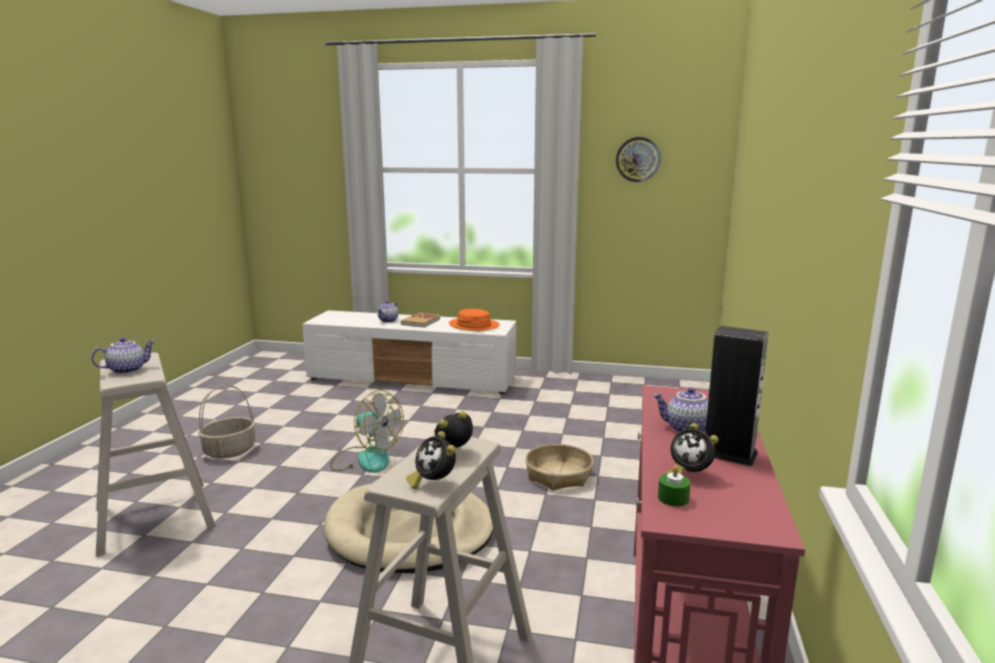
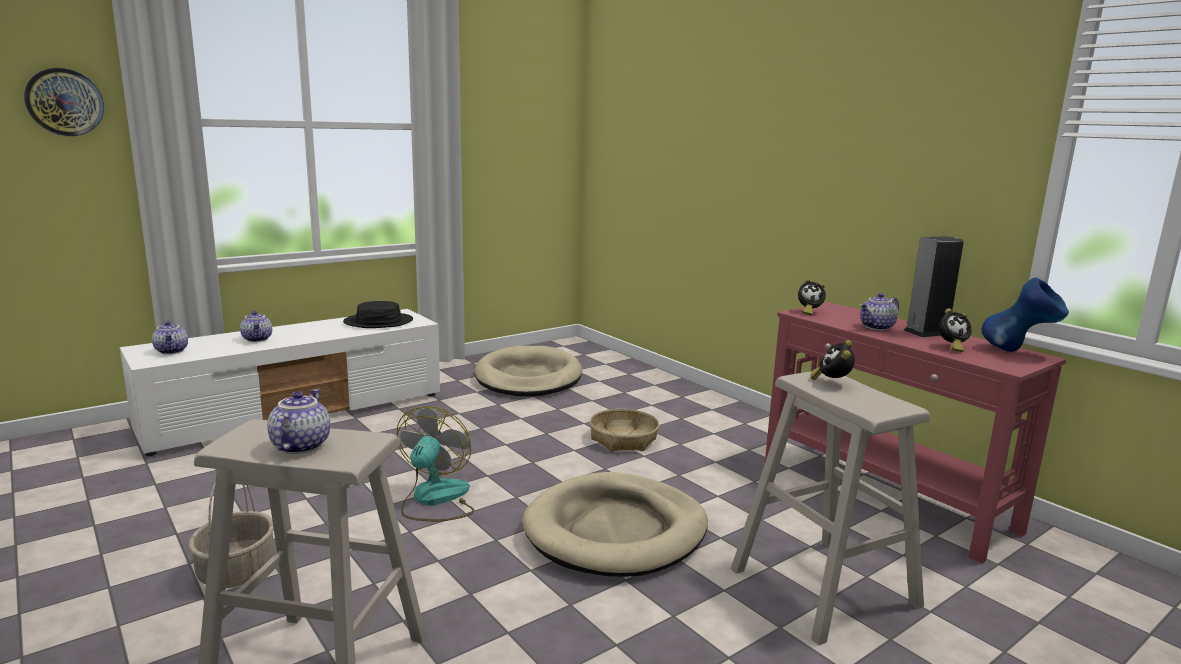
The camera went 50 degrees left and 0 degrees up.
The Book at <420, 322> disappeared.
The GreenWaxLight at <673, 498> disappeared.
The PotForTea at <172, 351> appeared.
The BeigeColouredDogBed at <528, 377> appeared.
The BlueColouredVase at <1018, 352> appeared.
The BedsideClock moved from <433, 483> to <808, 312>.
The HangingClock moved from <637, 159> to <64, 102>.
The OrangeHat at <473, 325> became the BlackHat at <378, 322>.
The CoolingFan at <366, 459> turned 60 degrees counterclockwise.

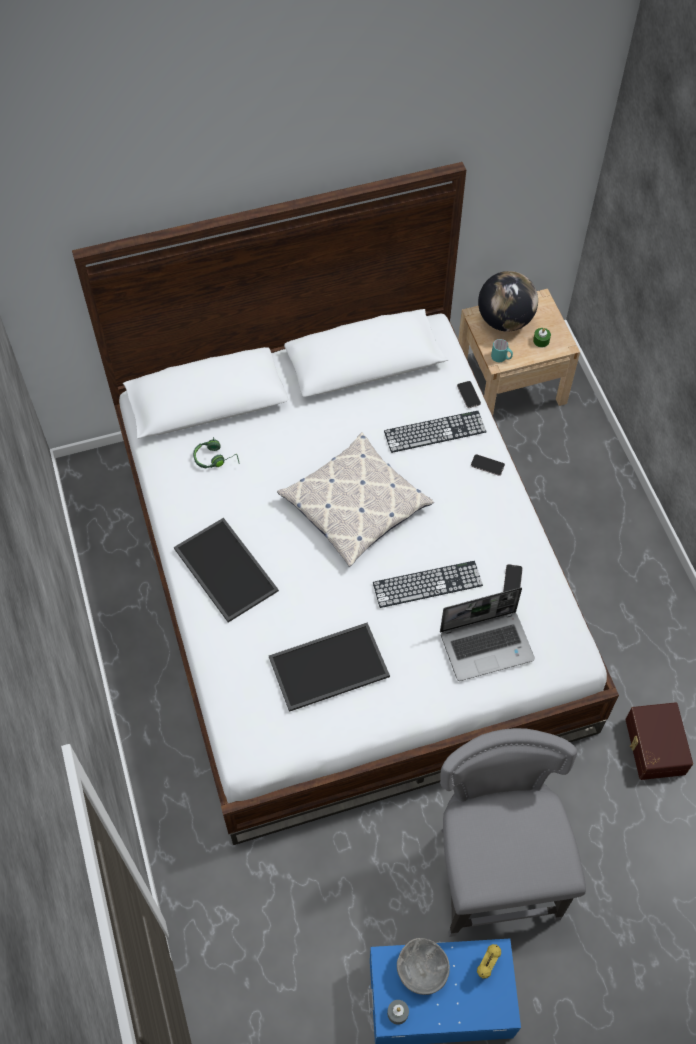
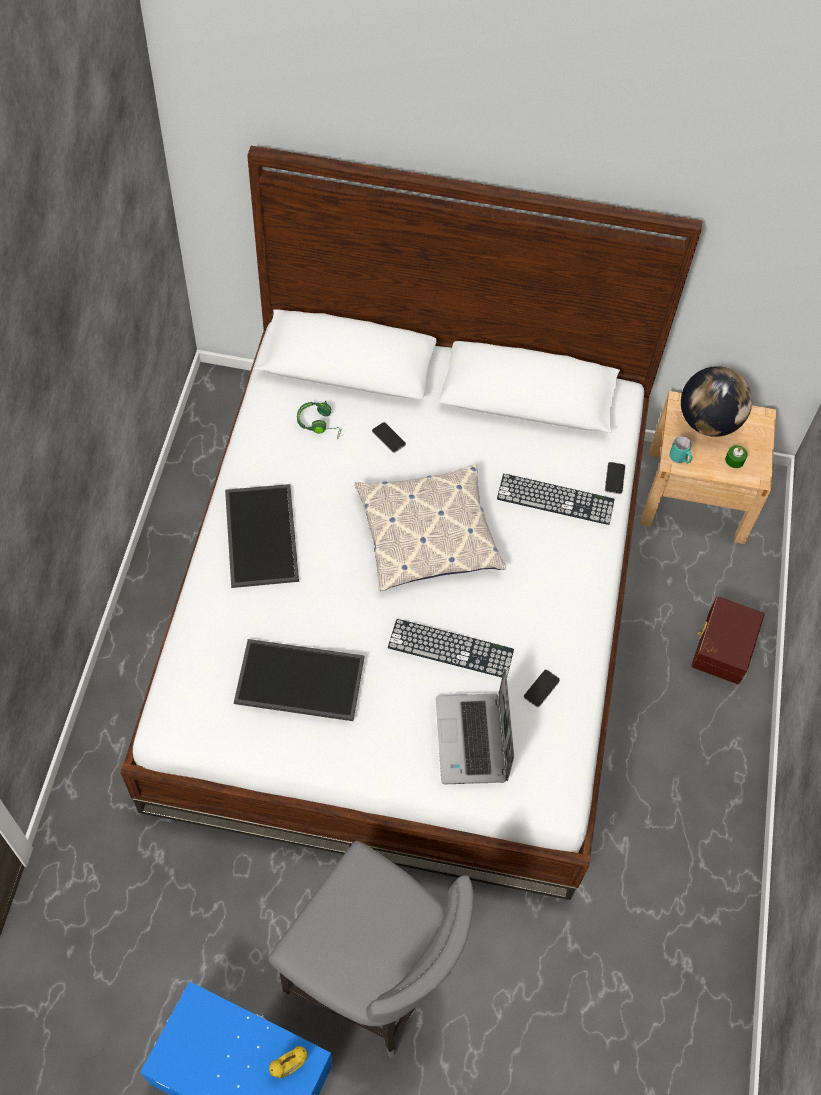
The camera went 25 degrees right and 0 degrees up.
The GrayWaxLight at <397, 1013> disappeared.
The GrayServingBowl at <421, 970> disappeared.
The Telephone moved from <487, 465> to <388, 438>.
The BrownishStorageBin moved from <653, 746> to <722, 646>.
The PortableComputer at <487, 645> turned 75 degrees clockwise.
The GrayPlainChair at <494, 872> turned 105 degrees clockwise.

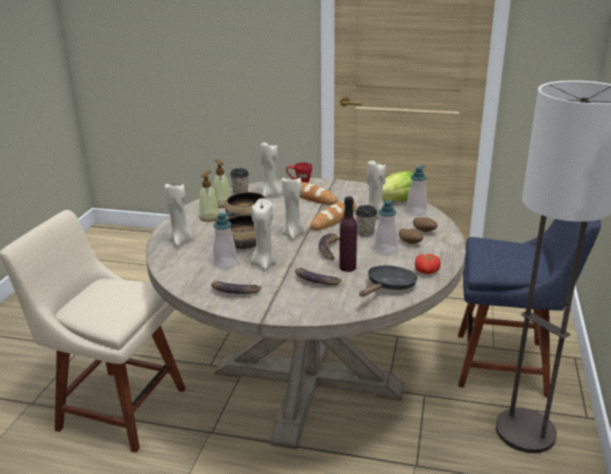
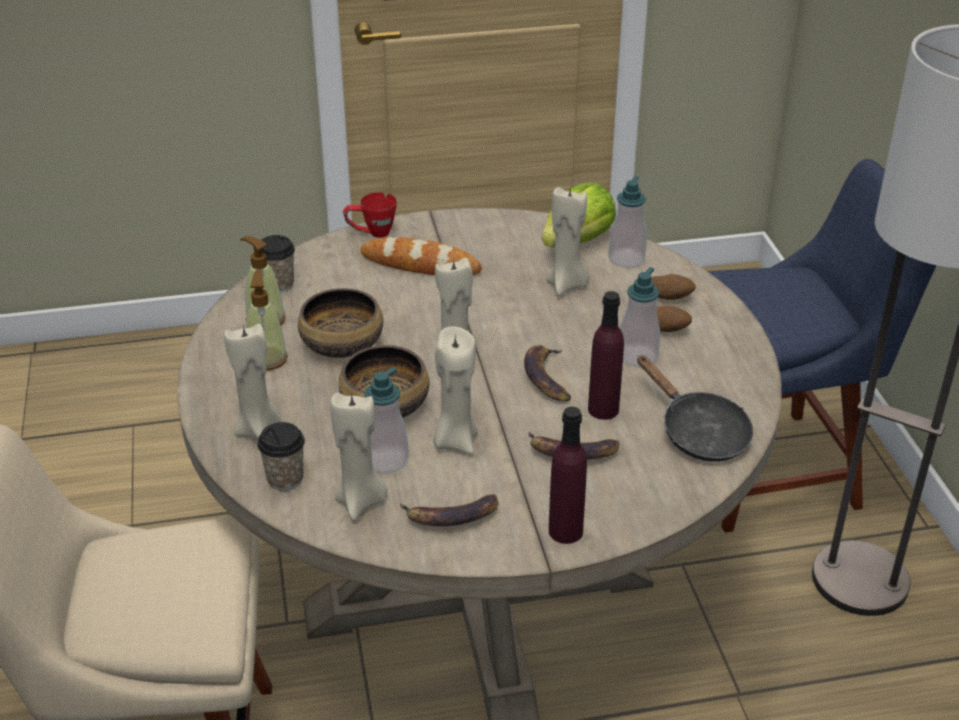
The camera went 25 degrees left and 10 degrees up.
The BakeryBread at <333, 219> disappeared.
The WholeTomato at <427, 271> disappeared.
The PurplishBeverageBottle at <565, 531> appeared.
The BeigeColouredWaxLight moved from <271, 194> to <361, 501>.
The Cup moved from <365, 233> to <285, 479>.
The BlackFryingPan at <389, 287> turned 135 degrees clockwise.

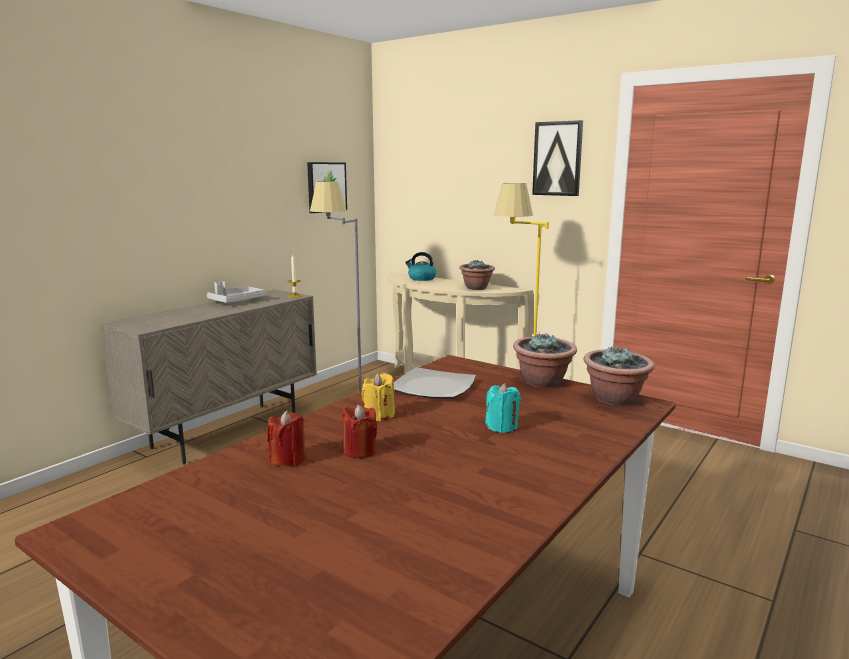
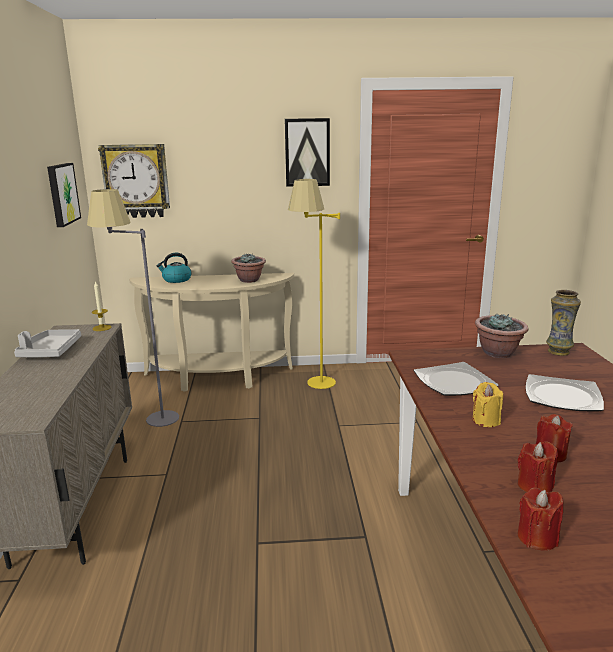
The camera went 40 degrees left and 5 degrees up.
The HangingClock at <136, 181> appeared.
The ReddishWaxLight at <537, 538> appeared.
The TurquoiseColouredWaxLight at <502, 426> was replaced by the Plate at <563, 396>.
The PlantInAPot at <615, 399> was replaced by the Vase at <558, 351>.

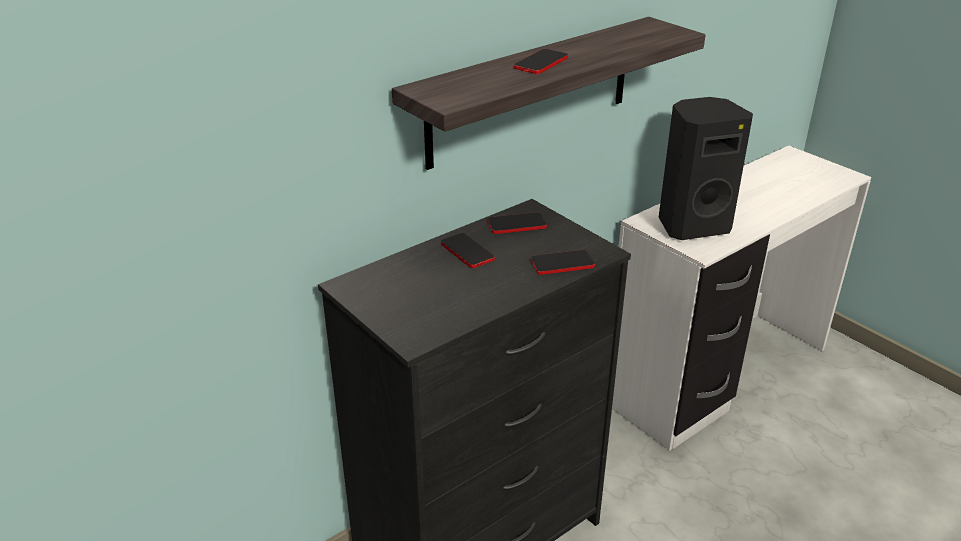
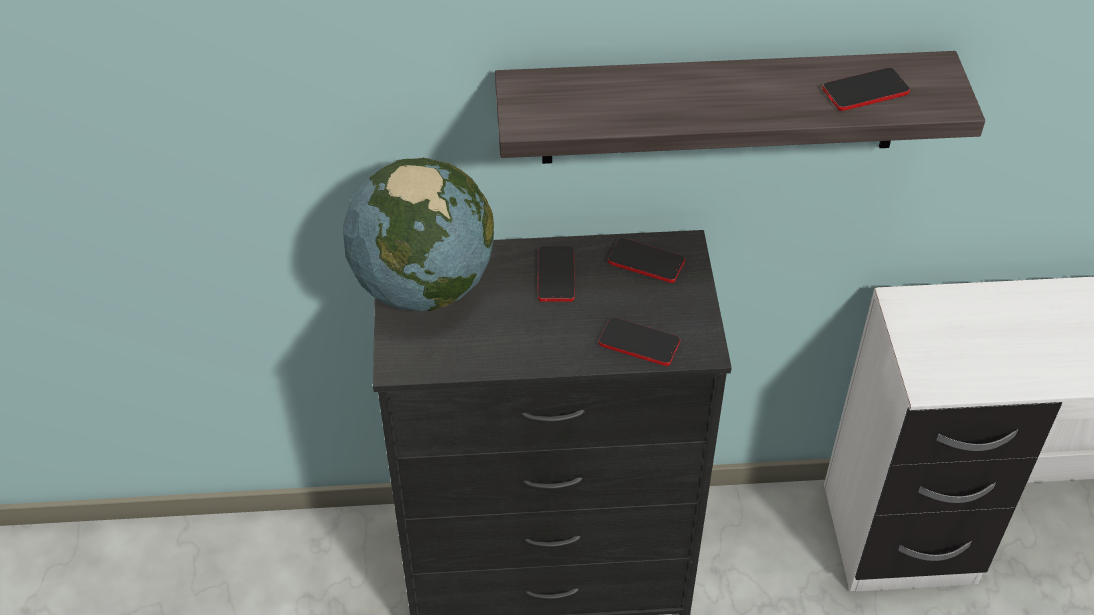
The camera went 35 degrees right and 15 degrees up.
The BlackLoudspeaker at <692, 225> disappeared.
The Globe at <423, 286> appeared.
The Telephone moved from <541, 63> to <865, 91>.

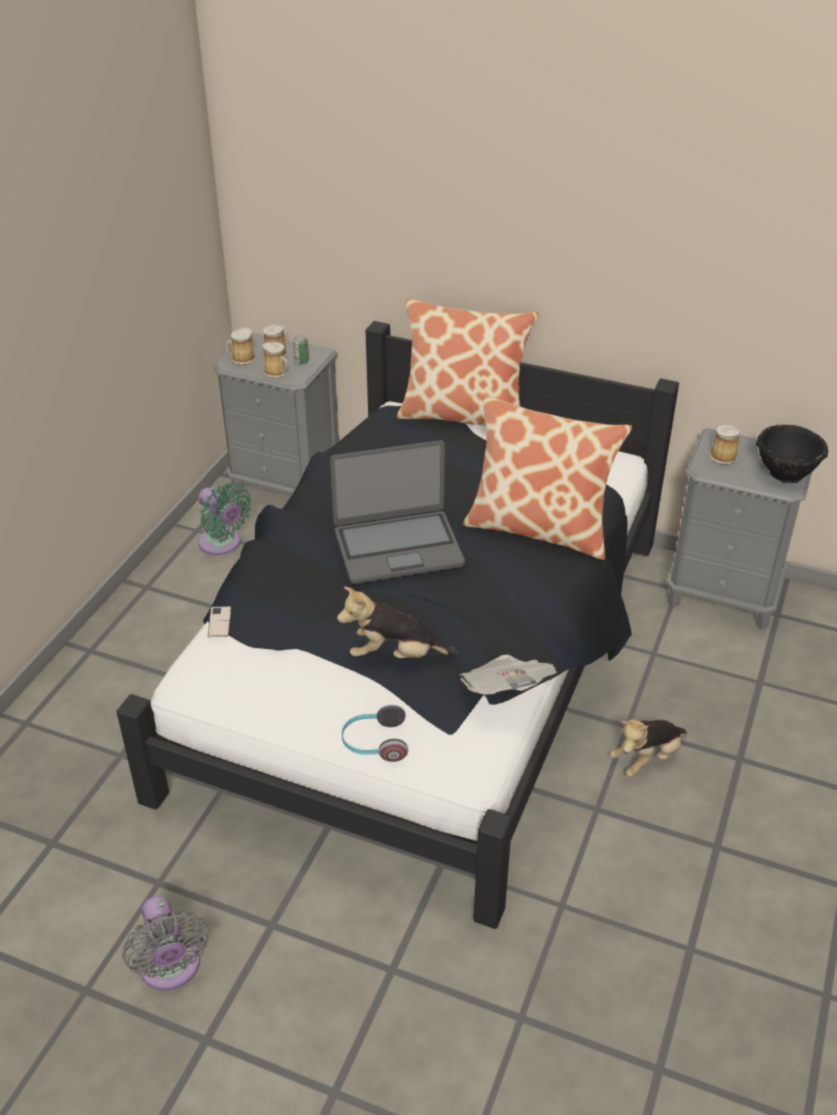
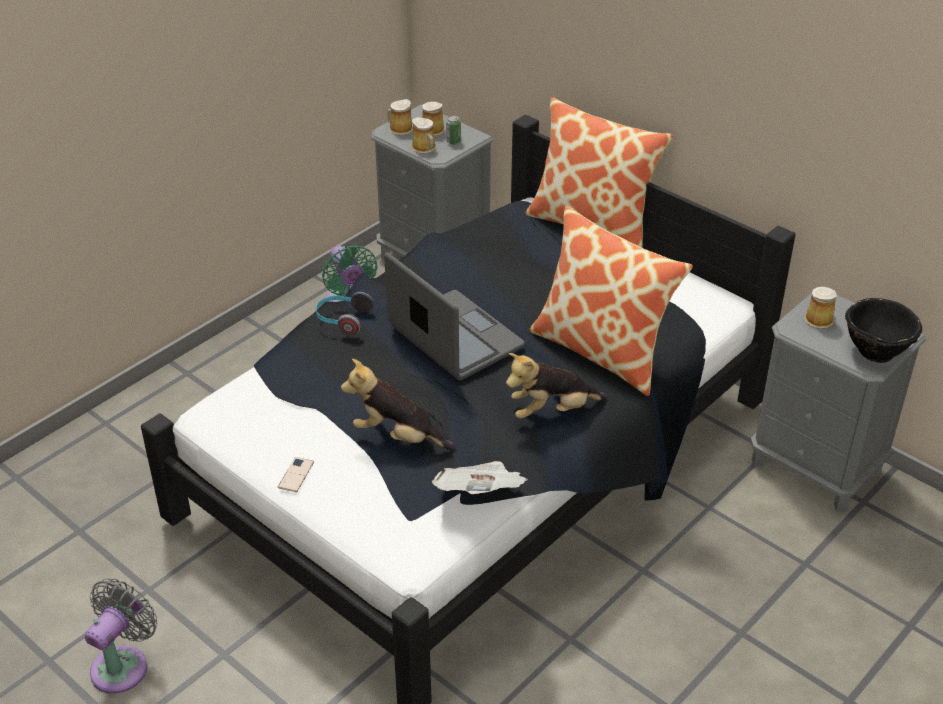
The camera went 20 degrees right and 0 degrees up.
The Telephone moved from <219, 622> to <296, 475>.
The PairOfHeadphones moved from <374, 743> to <343, 320>.
The SoftToy moved from <647, 759> to <552, 411>.
The GrayCoolingFan at <171, 969> turned 150 degrees counterclockwise.
The PortableComputer at <398, 547> turned 135 degrees counterclockwise.

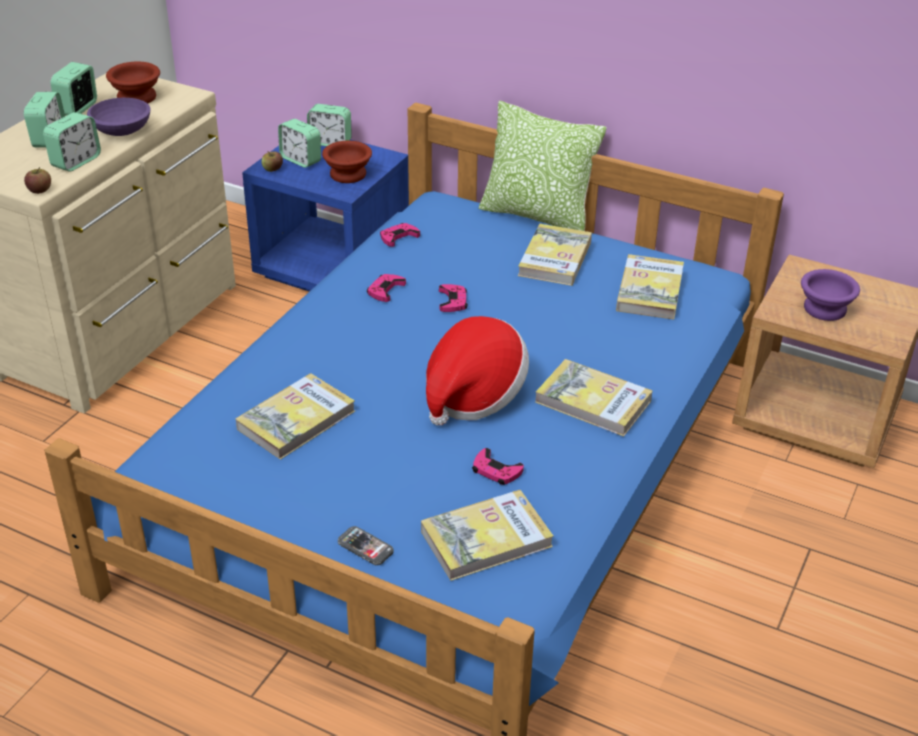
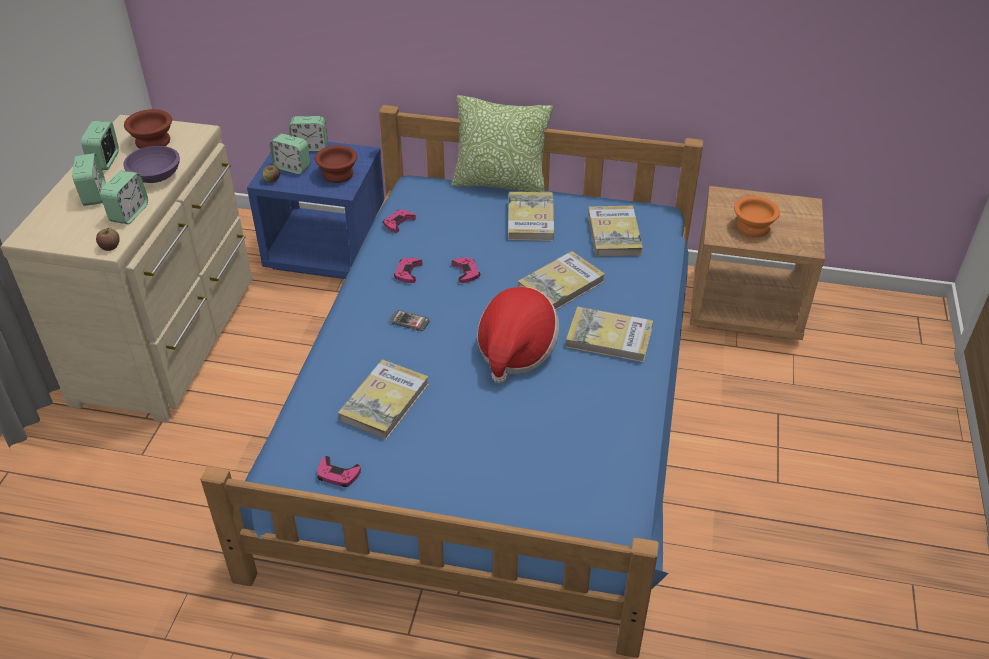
The camera went 15 degrees left and 5 degrees up.
The Telephone moved from <365, 547> to <409, 321>.
The Book moved from <486, 539> to <561, 285>.
The PinkColouredGamepad moved from <496, 471> to <337, 474>.
The PurplishServingBowl at <826, 309> became the OrangeServingBowl at <754, 227>.

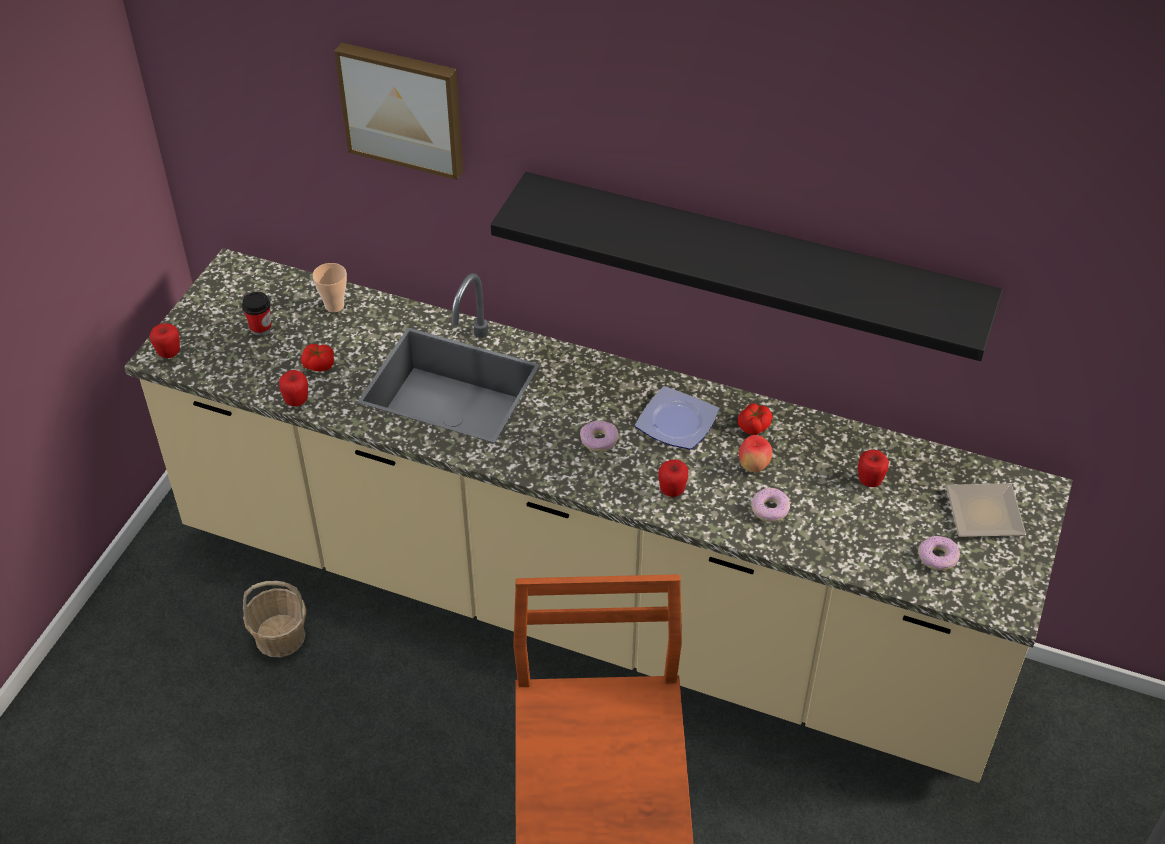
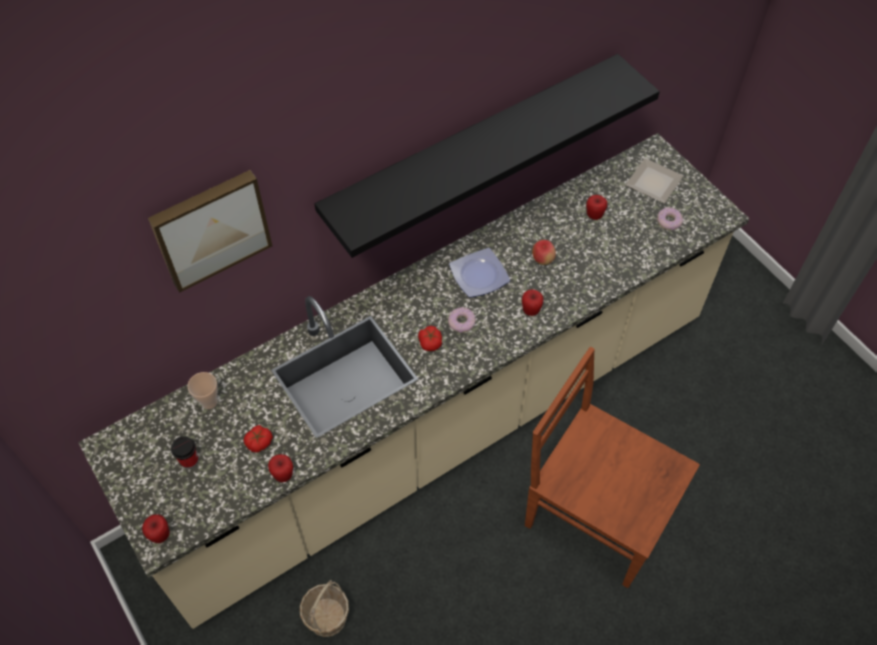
The camera went 55 degrees left and 10 degrees up.
The RingDoughnut at <770, 509> disappeared.
The WholeTomato moved from <754, 425> to <430, 342>.

